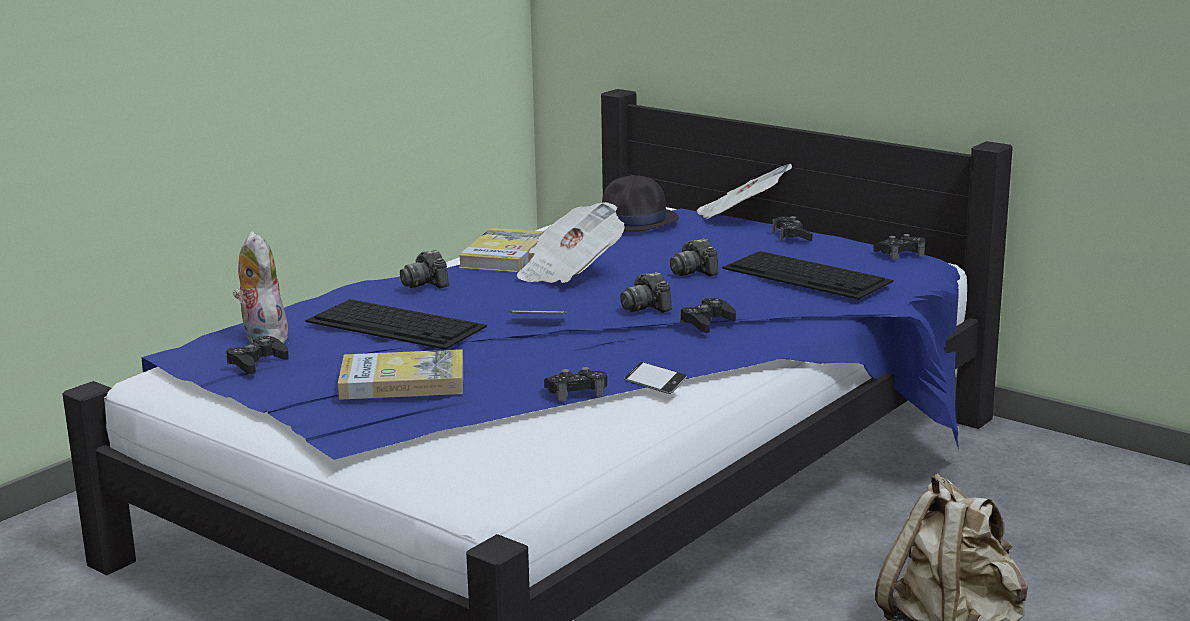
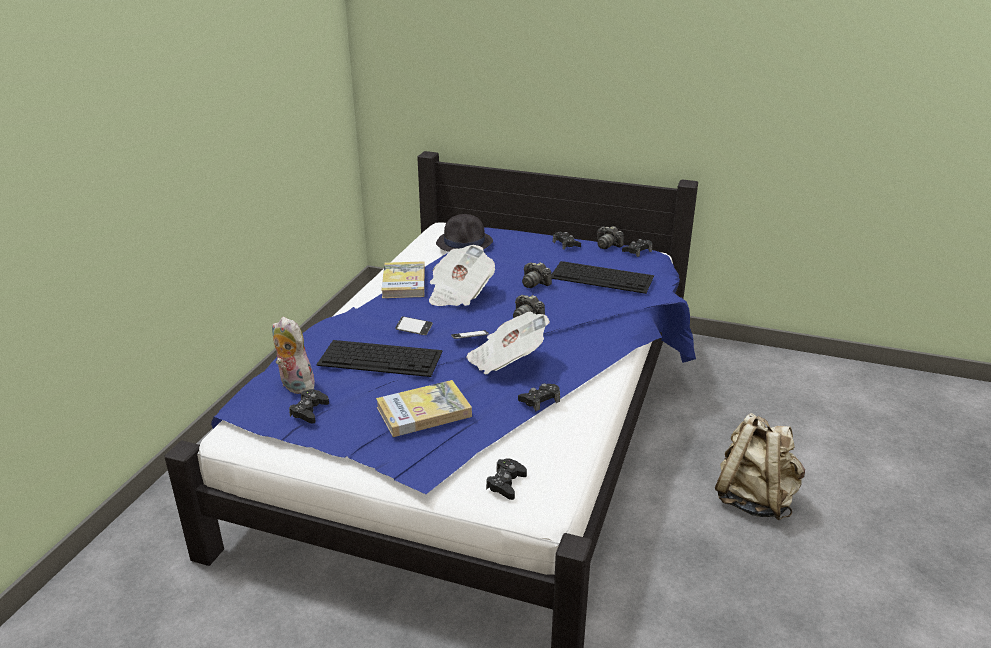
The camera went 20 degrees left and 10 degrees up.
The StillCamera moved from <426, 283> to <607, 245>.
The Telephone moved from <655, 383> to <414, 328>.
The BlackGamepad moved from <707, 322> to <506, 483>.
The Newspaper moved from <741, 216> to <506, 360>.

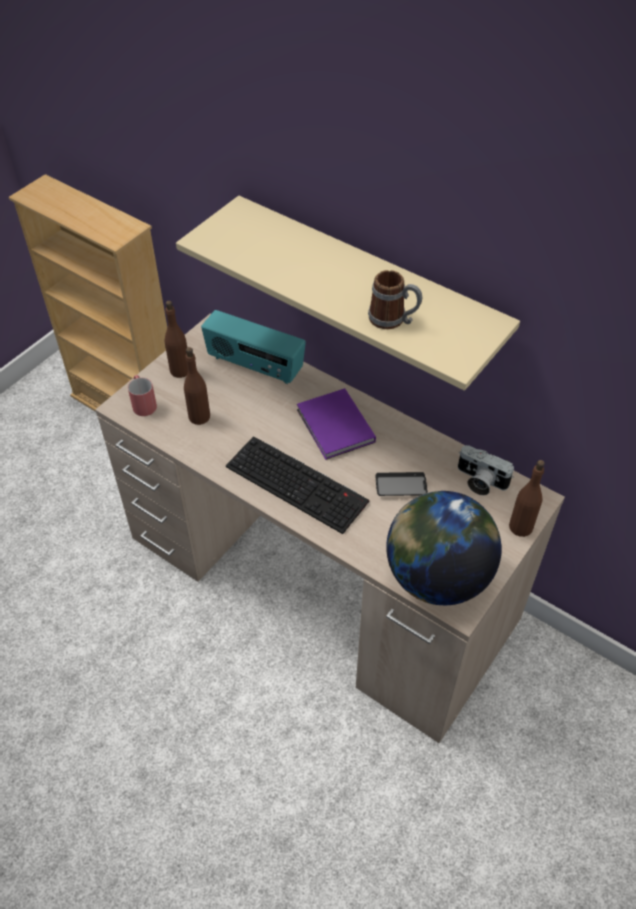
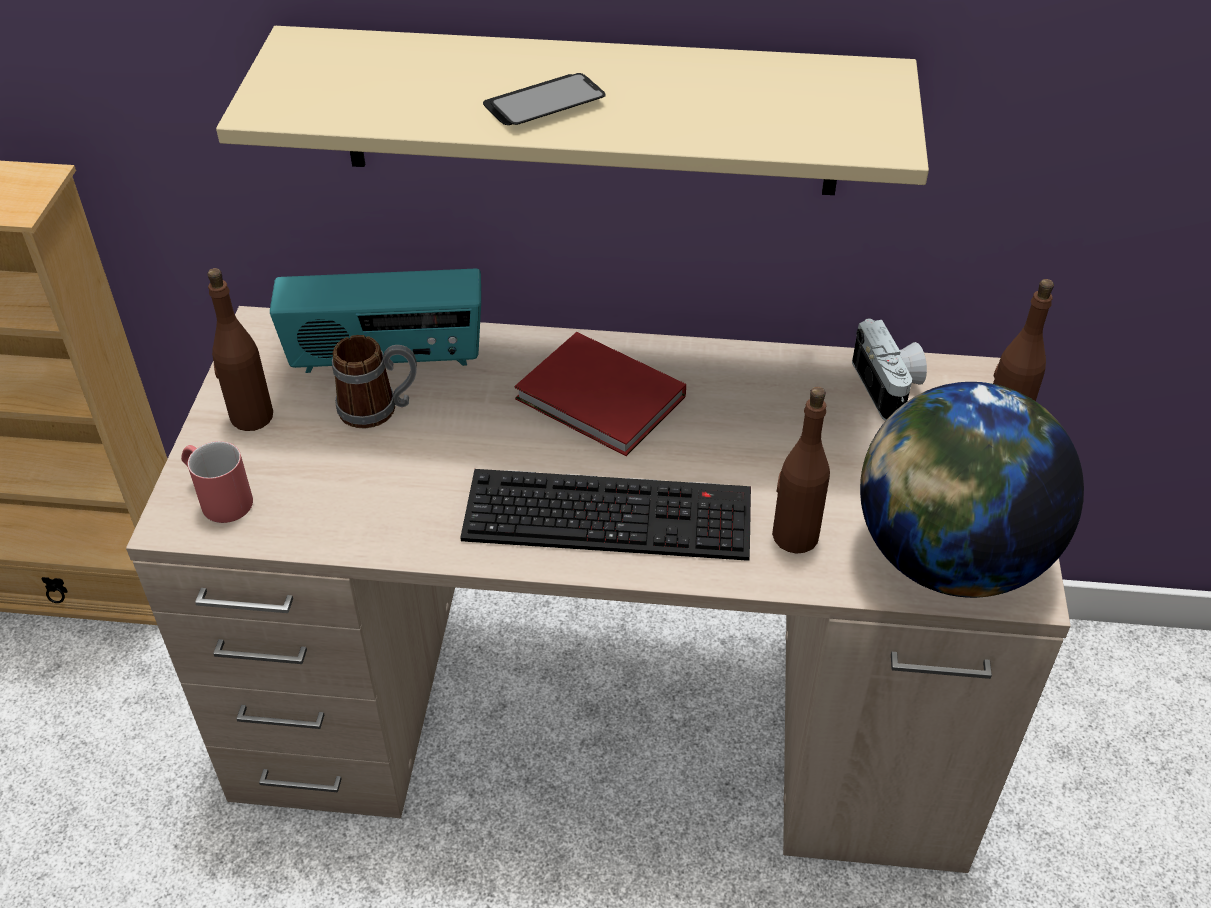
The camera went 30 degrees left and 5 degrees down.
The BrownishBeverageBottle moved from <199, 416> to <794, 536>.
The TeaMug moved from <393, 320> to <379, 408>.
The Telephone moved from <401, 485> to <544, 103>.
The PurplishBook at <335, 428> became the ReddishBook at <602, 401>.
The StillCamera at <479, 481> turned 105 degrees counterclockwise.

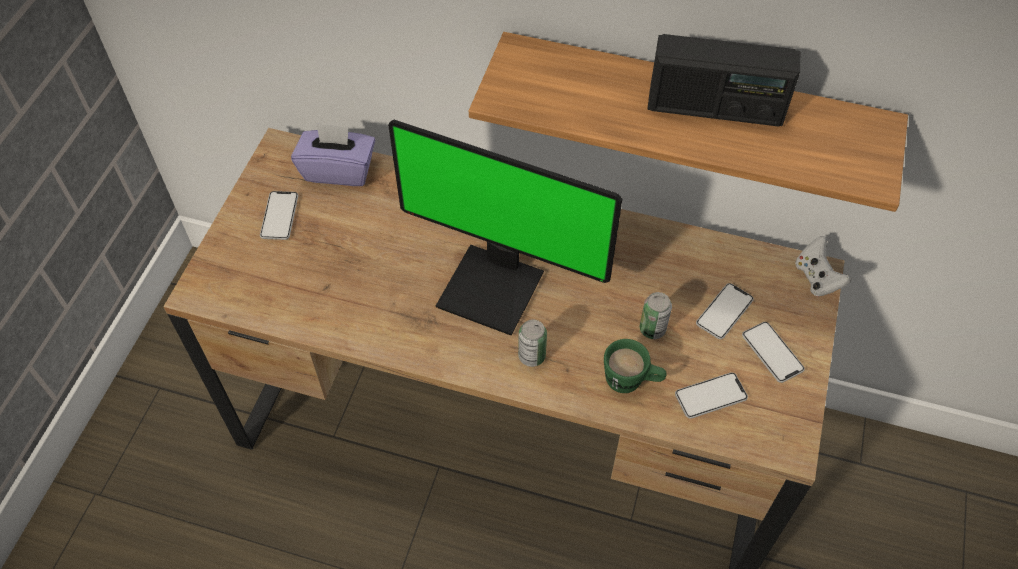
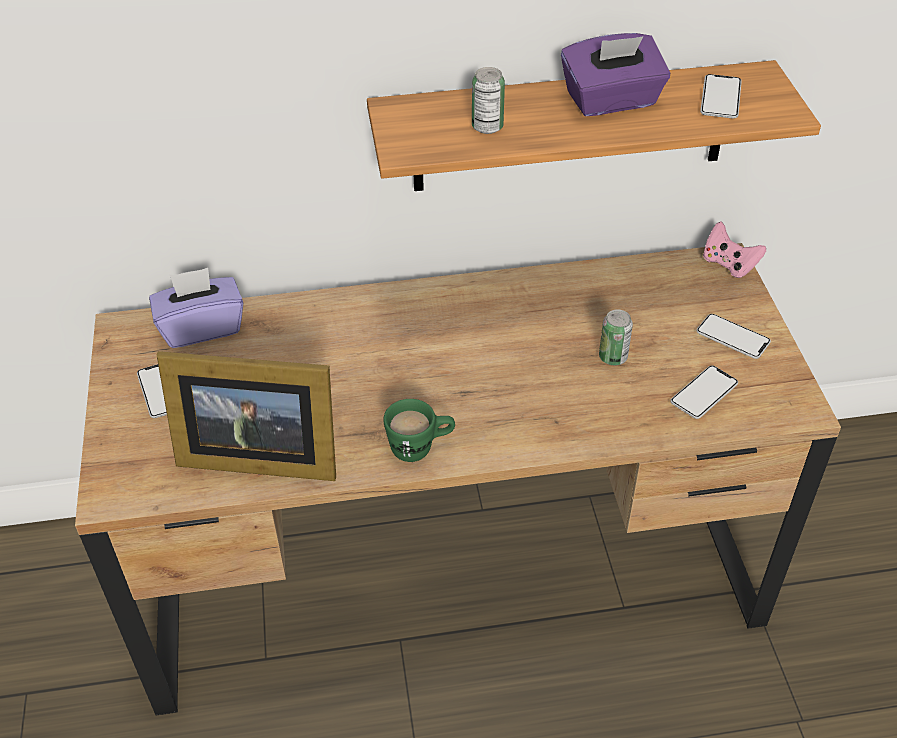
The camera went 25 degrees left and 10 degrees down.
The ComputerScreen at <494, 287> disappeared.
The PhotoFrame at <255, 455> appeared.
The MetalCan moved from <531, 356> to <487, 127>.
The GreenTeaMug moved from <631, 381> to <420, 448>.
The Telephone moved from <724, 312> to <720, 98>.
The RadioReceiver at <715, 108> was replaced by the PurplishBoxOfTissues at <611, 101>.
The WhiteColouredGamepad at <816, 278> became the PinkColouredGamepad at <728, 264>.

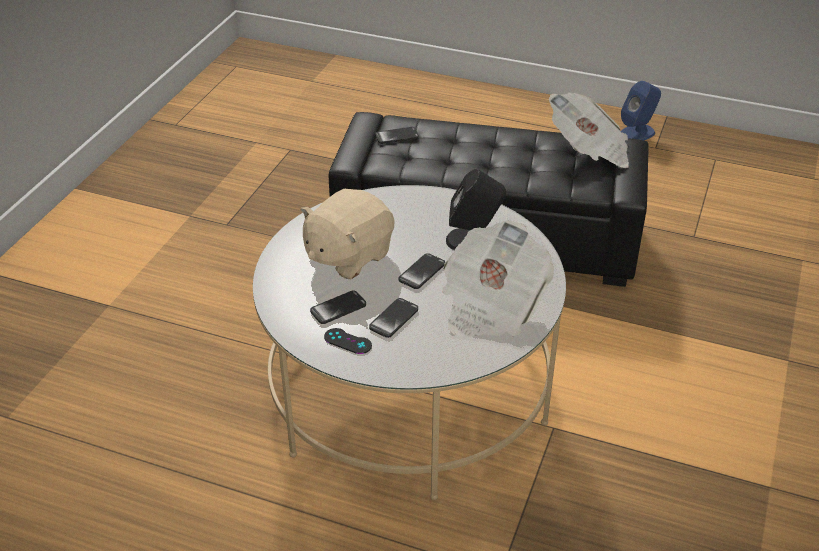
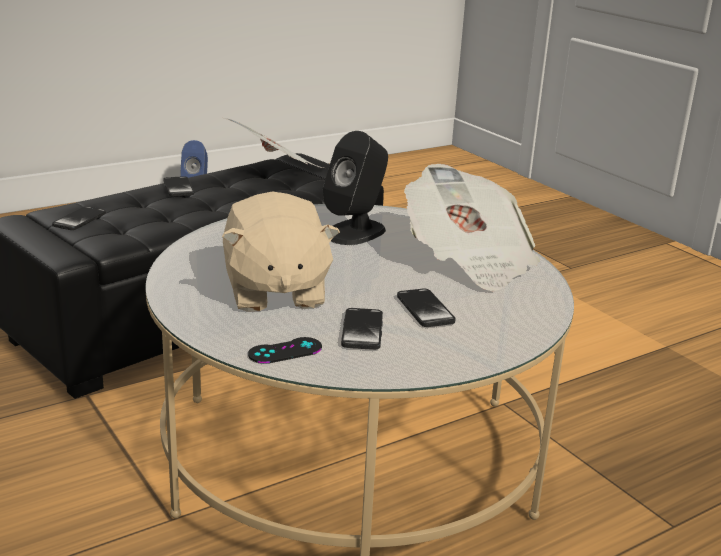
The camera went 55 degrees left and 15 degrees down.
The BlackGamepad moved from <347, 341> to <285, 351>.
The Telephone moved from <422, 272> to <178, 188>.

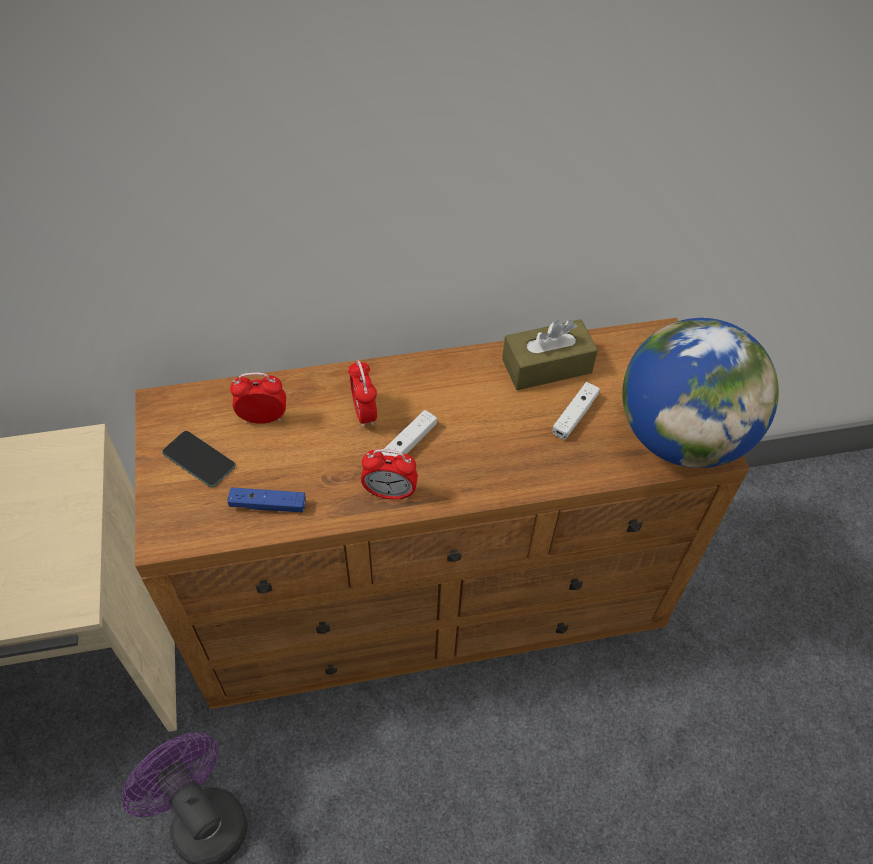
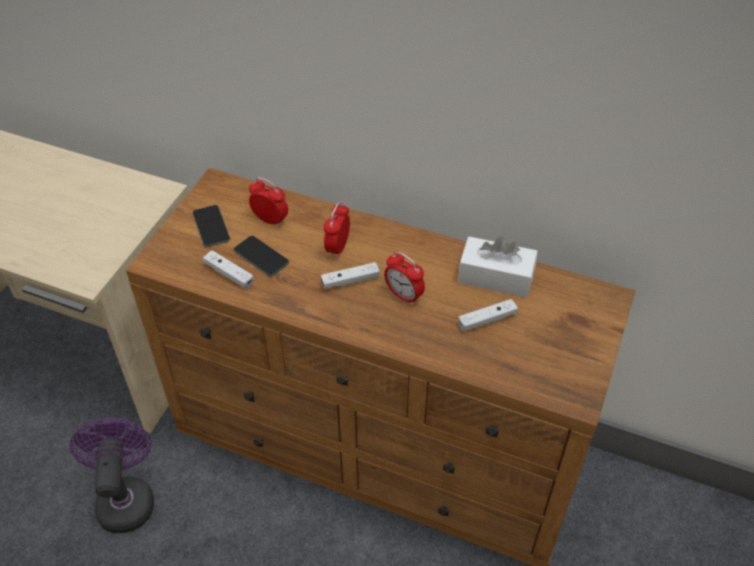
The camera went 35 degrees right and 5 degrees down.
The Globe at <680, 437> disappeared.
The Telephone at <261, 256> appeared.
The BedsideClock moved from <390, 493> to <404, 295>.
The BlueColouredGamepad at <268, 505> became the WhiteColouredGamepad at <229, 274>.
The BrownishBoxOfTissues at <546, 366> became the WhiteColouredBoxOfTissues at <495, 277>.

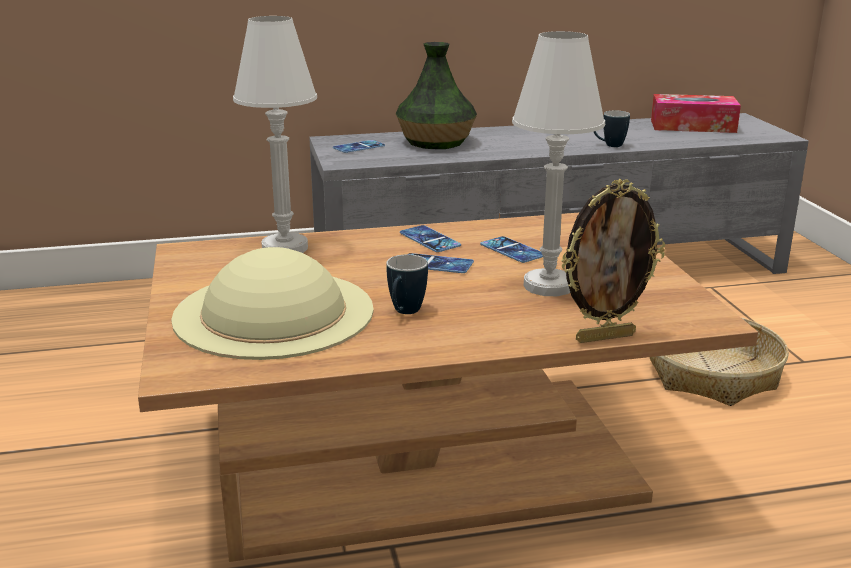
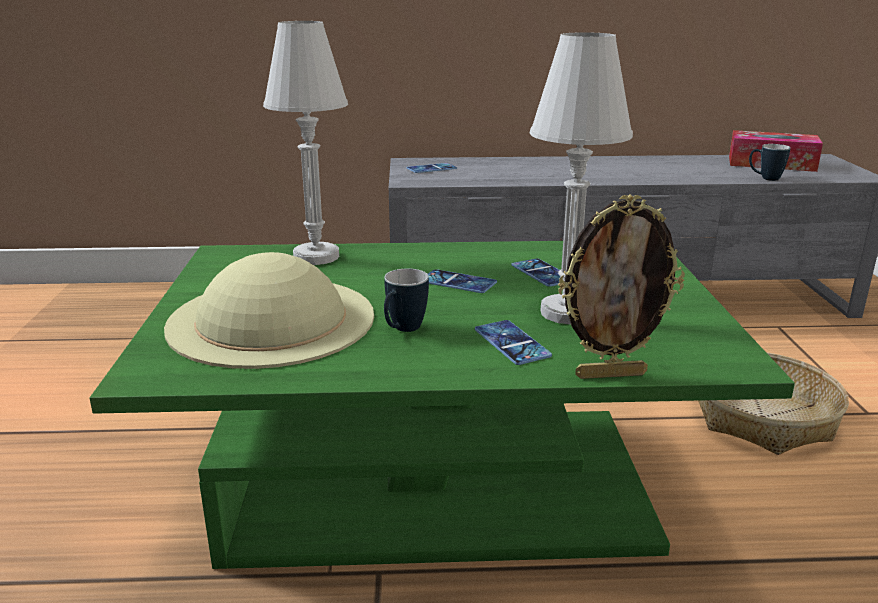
The camera went 10 degrees right and 0 degrees up.
The Vase at <436, 142> disappeared.
The Telephone moved from <429, 239> to <512, 343>.
The TeaMug moved from <609, 145> to <765, 178>.
The BrownishLowTable at <425, 463> became the GreenLowTable at <439, 484>.

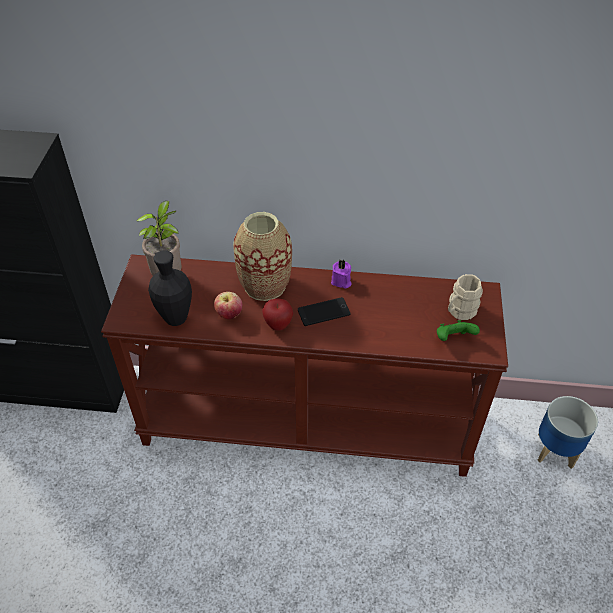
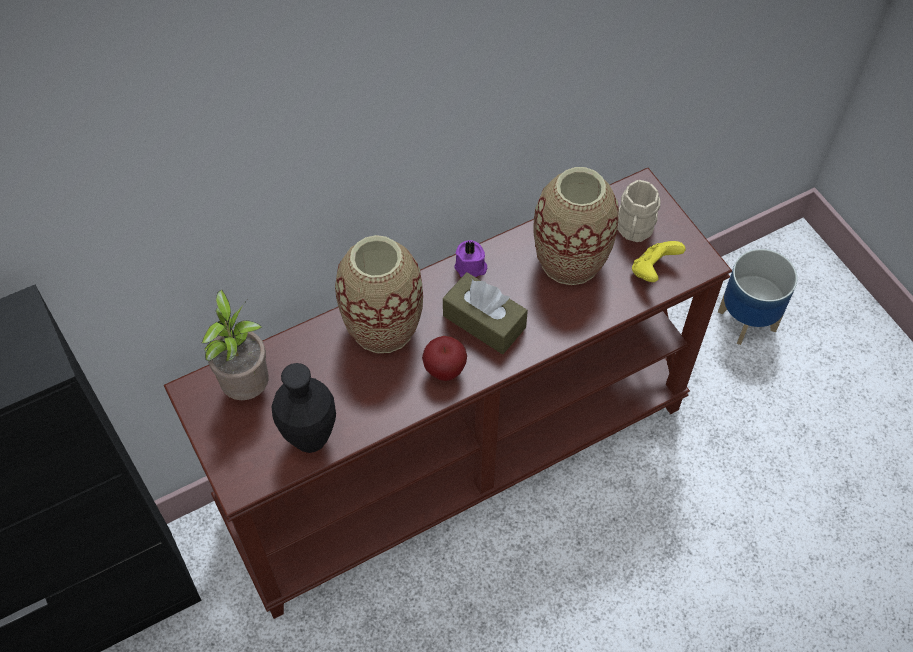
The camera went 35 degrees left and 10 degrees up.
The WholeApple at <229, 314> disappeared.
The Vase at <570, 260> appeared.
The Telephone at <323, 312> was replaced by the BrownishBoxOfTissues at <484, 321>.
The GreenGamepad at <453, 339> became the YellowGamepad at <653, 270>.

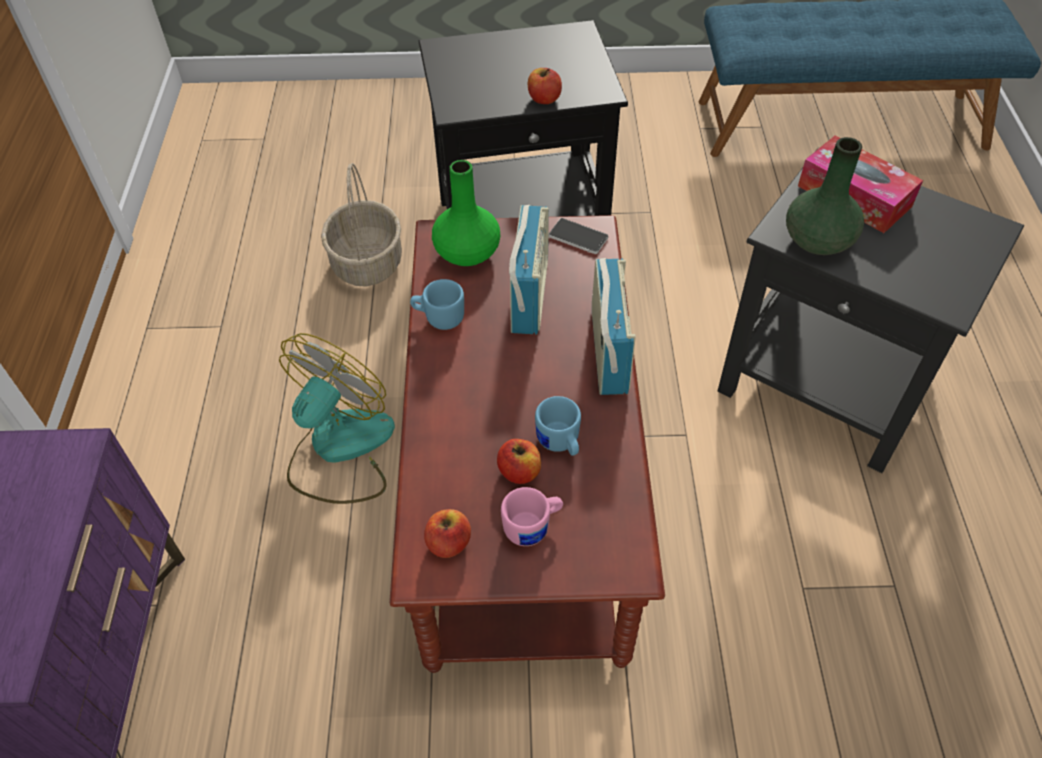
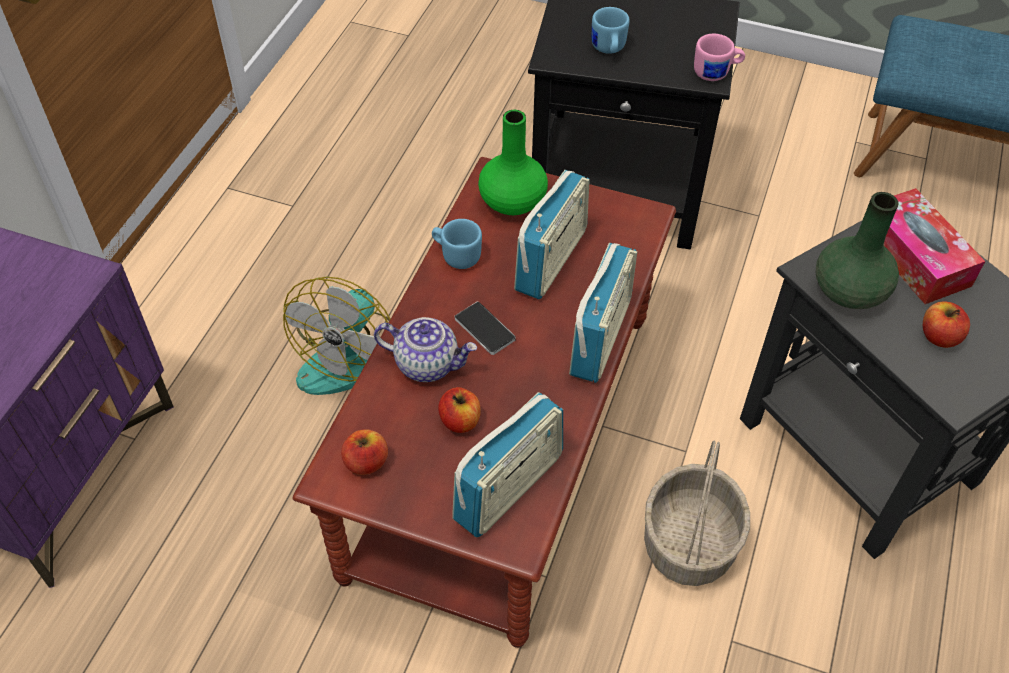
The camera went 20 degrees right and 0 degrees up.
The PotForTea at <427, 363> appeared.
The RadioReceiver at <509, 487> appeared.
The StorageBasket moved from <368, 263> to <690, 543>.
The PinkColouredTeaMug moved from <533, 527> to <716, 73>.
The WholeApple moved from <544, 99> to <939, 336>.
The BlueColouredTeaMug moved from <560, 443> to <608, 49>.
The Telephone moved from <578, 237> to <485, 329>.
The CoolingFan at <339, 450> turned 150 degrees clockwise.

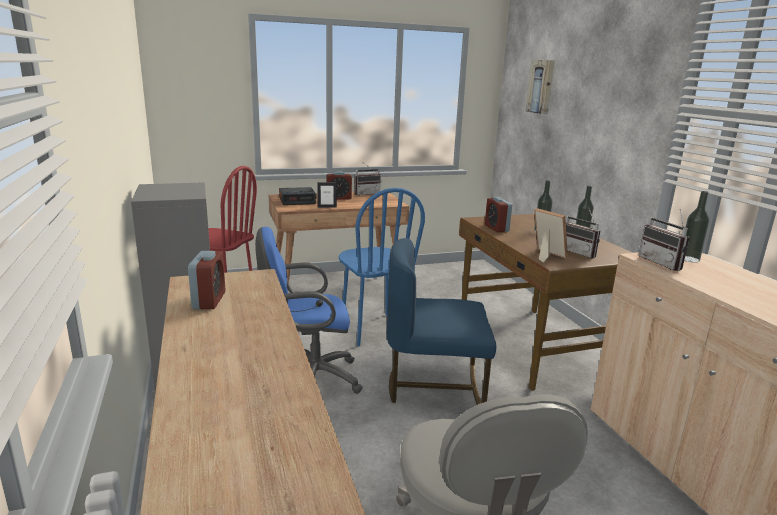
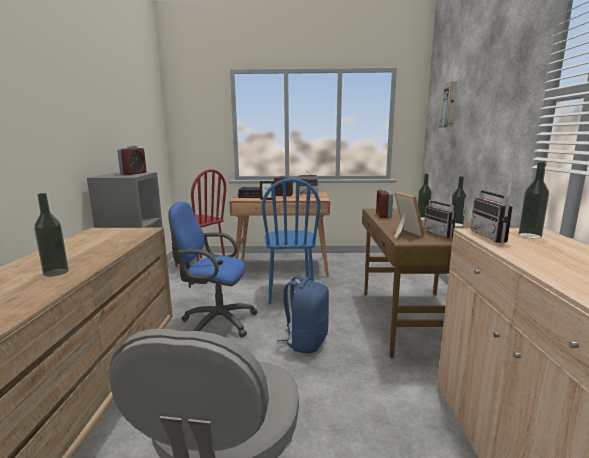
The camera went 20 degrees right and 5 degrees down.
The BeverageBottle at <56, 272> appeared.
The BedsideClock moved from <209, 300> to <133, 173>.
The BlueColouredPlainChair at <435, 387> was replaced by the BlueColouredBackpack at <306, 341>.

